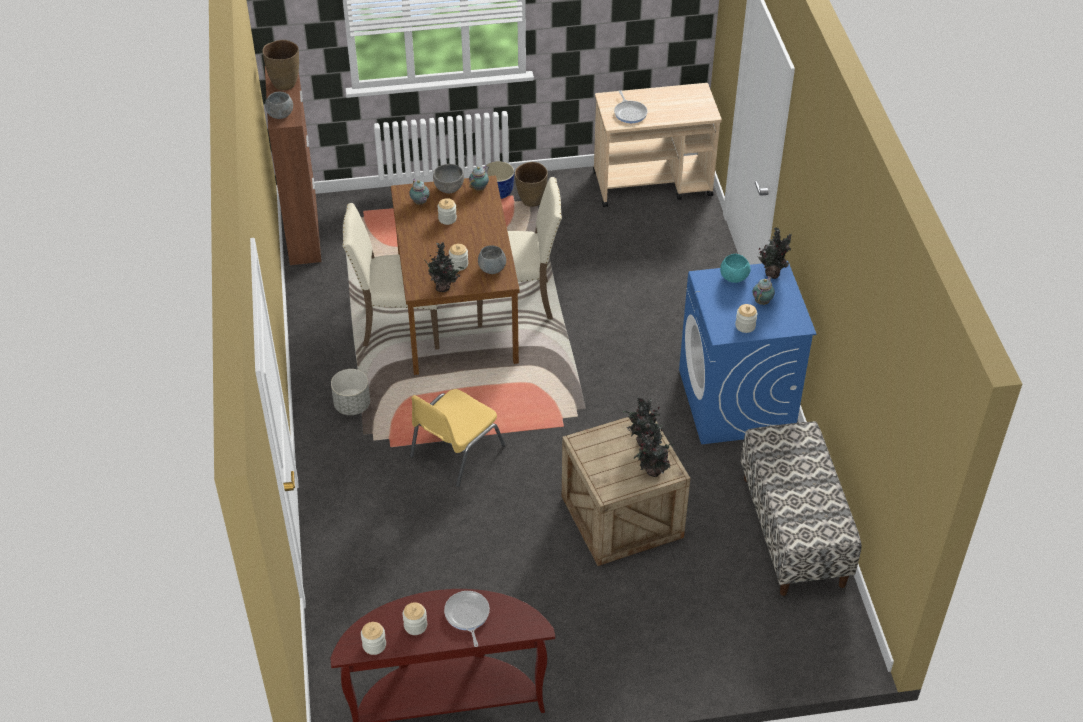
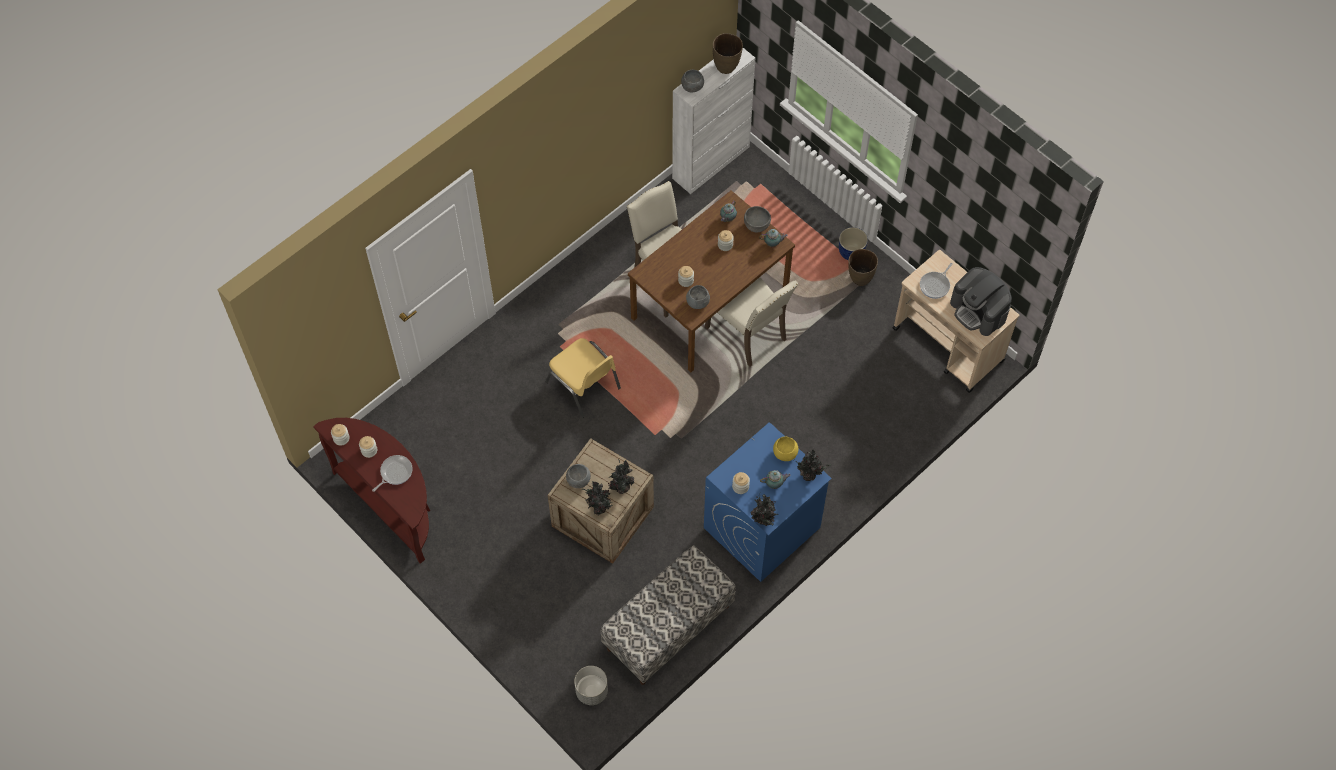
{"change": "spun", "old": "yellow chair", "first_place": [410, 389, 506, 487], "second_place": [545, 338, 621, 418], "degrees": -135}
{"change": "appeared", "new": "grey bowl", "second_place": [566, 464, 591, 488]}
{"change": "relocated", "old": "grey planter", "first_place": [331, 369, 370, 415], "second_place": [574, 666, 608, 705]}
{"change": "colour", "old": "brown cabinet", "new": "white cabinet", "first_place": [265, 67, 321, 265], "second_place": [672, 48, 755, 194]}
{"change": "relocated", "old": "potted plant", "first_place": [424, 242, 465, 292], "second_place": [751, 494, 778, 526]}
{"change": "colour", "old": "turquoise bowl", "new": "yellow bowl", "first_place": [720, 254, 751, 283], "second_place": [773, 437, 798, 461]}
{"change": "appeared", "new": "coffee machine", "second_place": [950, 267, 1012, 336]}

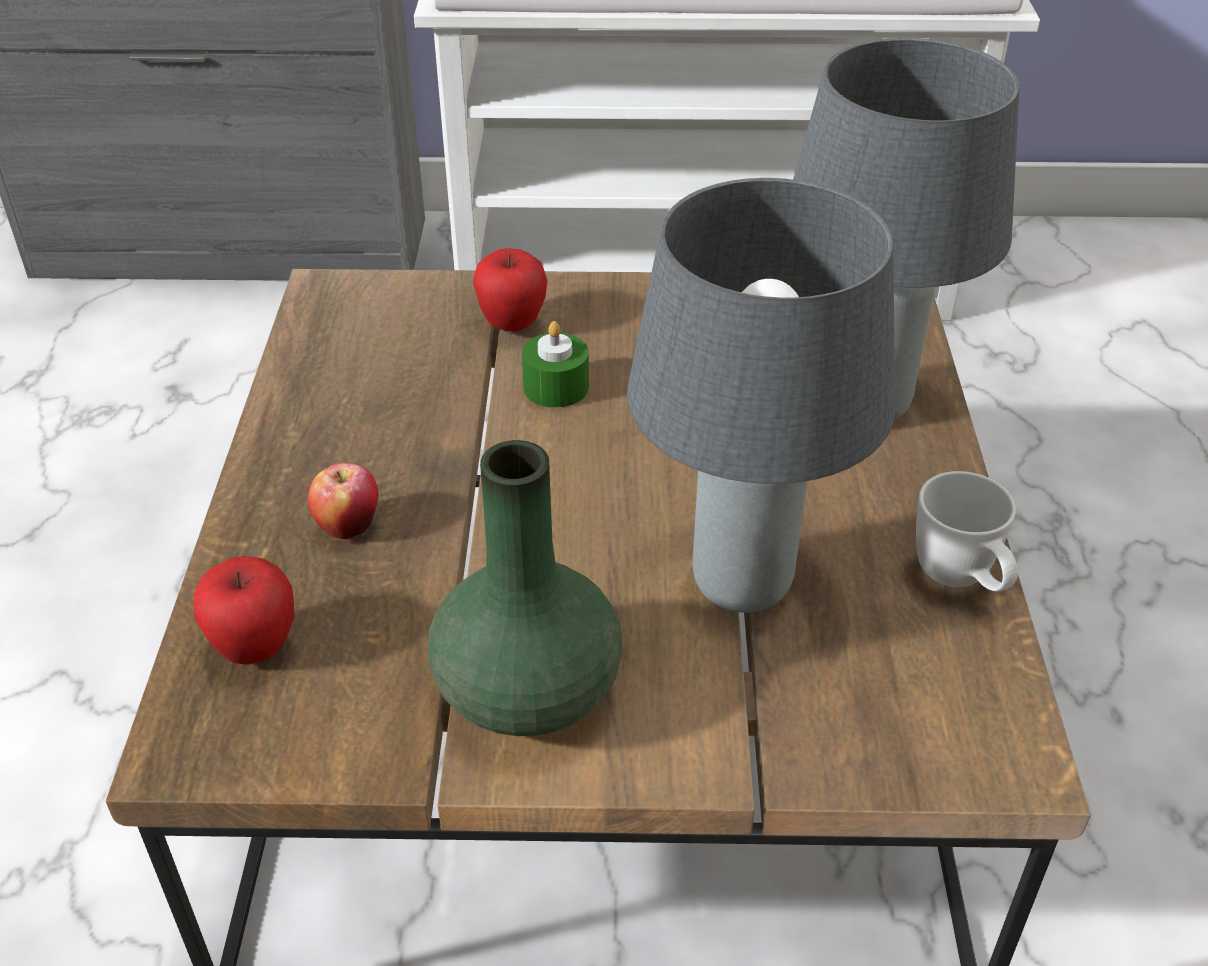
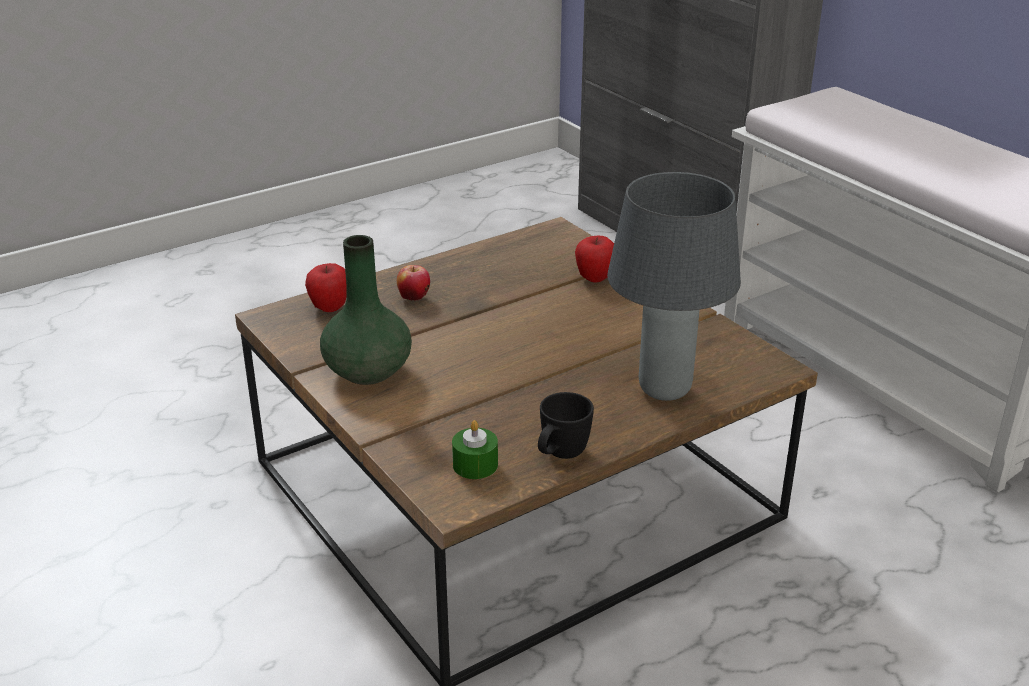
{"change": "relocated", "old": "green candle", "first_place": [522, 321, 589, 408], "second_place": [452, 420, 498, 479]}
{"change": "colour", "old": "white mug", "new": "black mug", "first_place": [916, 471, 1018, 592], "second_place": [538, 392, 594, 459]}
{"change": "missing", "old": "grey table lamp", "first_place": [627, 178, 895, 613]}

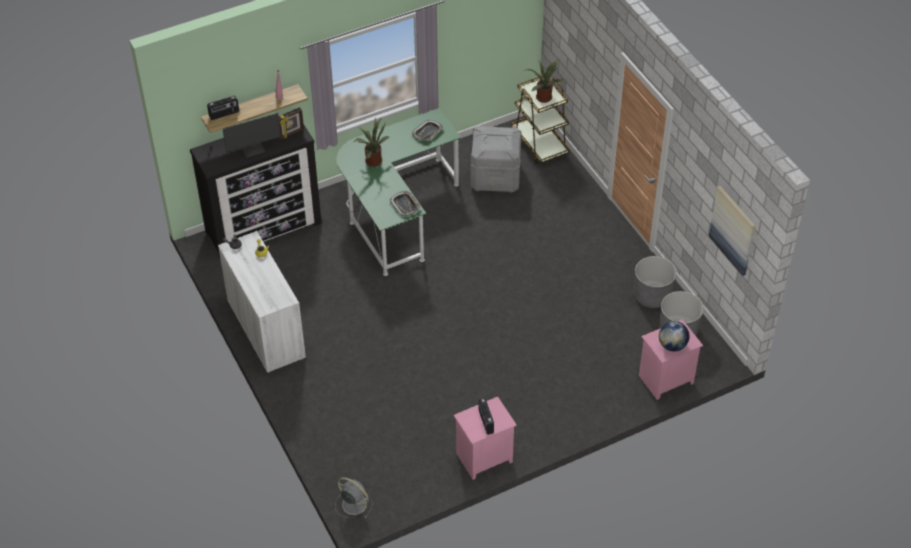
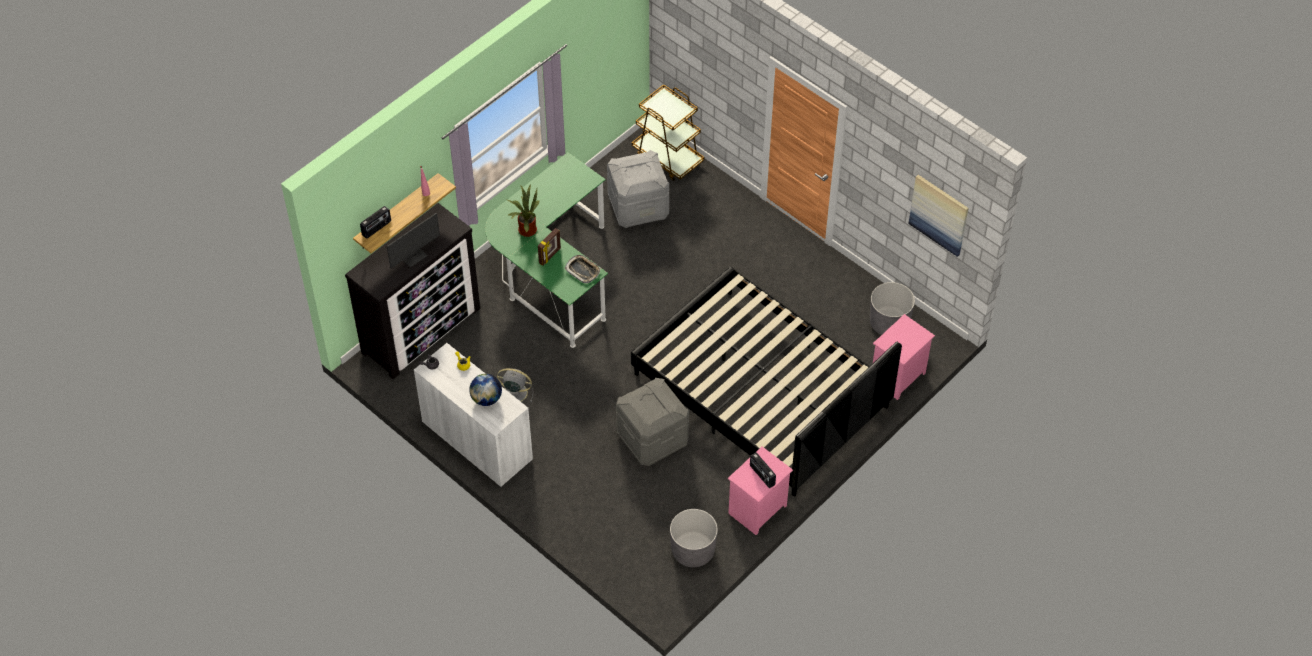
{"change": "relocated", "old": "globe", "first_place": [659, 321, 689, 351], "second_place": [469, 374, 502, 406]}
{"change": "relocated", "old": "grey fan", "first_place": [335, 477, 373, 518], "second_place": [497, 368, 533, 403]}
{"change": "relocated", "old": "picture frame", "first_place": [278, 107, 304, 139], "second_place": [538, 228, 561, 266]}
{"change": "appeared", "new": "grey storage box", "second_place": [616, 378, 689, 466]}
{"change": "appeared", "new": "black bed", "second_place": [631, 267, 902, 496]}
{"change": "relocated", "old": "grey planter", "first_place": [634, 256, 677, 308], "second_place": [670, 509, 718, 567]}
{"change": "missing", "old": "tray", "first_place": [412, 120, 443, 141]}
{"change": "missing", "old": "potted plant", "first_place": [523, 58, 565, 103]}

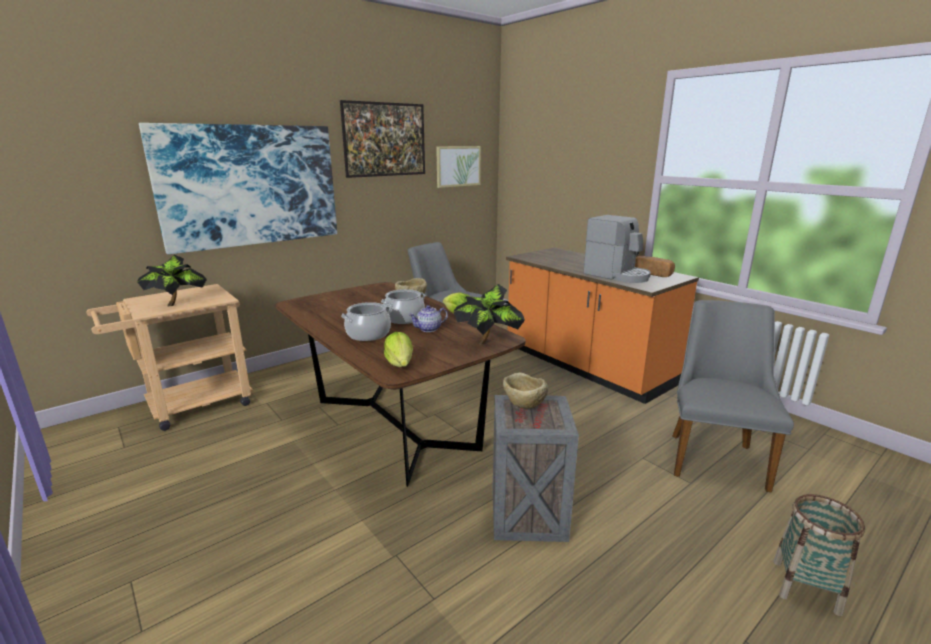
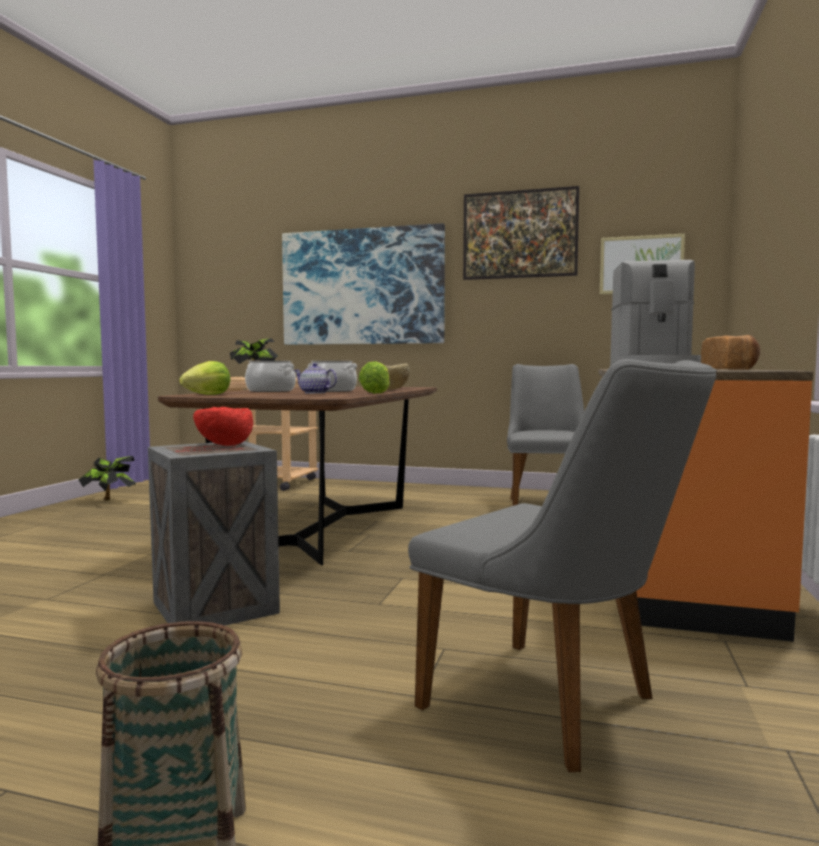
{"change": "relocated", "old": "potted plant", "first_place": [453, 284, 525, 344], "second_place": [79, 456, 136, 501]}
{"change": "colour", "old": "beige bowl", "new": "red bowl", "first_place": [503, 372, 548, 409], "second_place": [193, 407, 253, 446]}
{"change": "spun", "old": "grey chair", "first_place": [672, 300, 794, 493], "second_place": [408, 359, 717, 772], "degrees": 60}

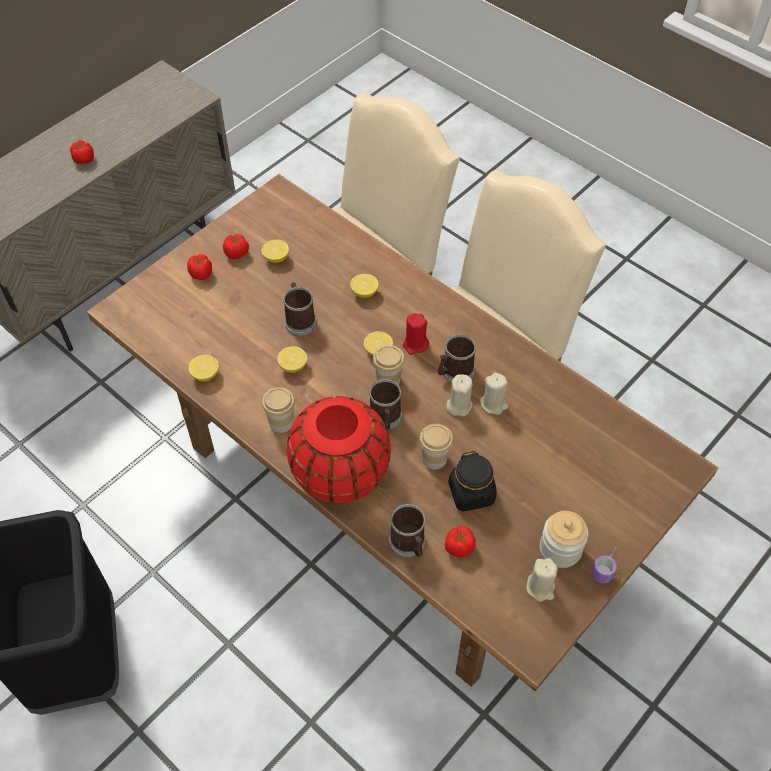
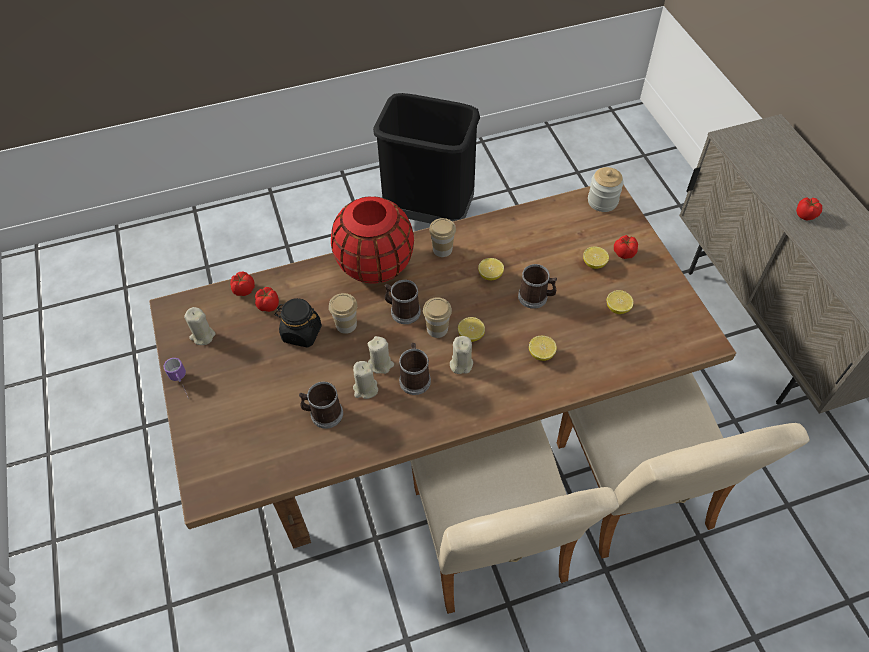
{"change": "relocated", "old": "tomato", "first_place": [223, 234, 249, 259], "second_place": [230, 272, 255, 296]}
{"change": "relocated", "old": "mug", "first_place": [389, 504, 426, 557], "second_place": [299, 382, 343, 429]}
{"change": "colour", "old": "red candle", "new": "beige candle", "first_place": [403, 313, 429, 355], "second_place": [450, 336, 473, 374]}
{"change": "relocated", "old": "lemon", "first_place": [189, 355, 219, 382], "second_place": [583, 246, 609, 269]}
{"change": "relocated", "old": "jar", "first_place": [540, 511, 588, 568], "second_place": [588, 167, 624, 212]}

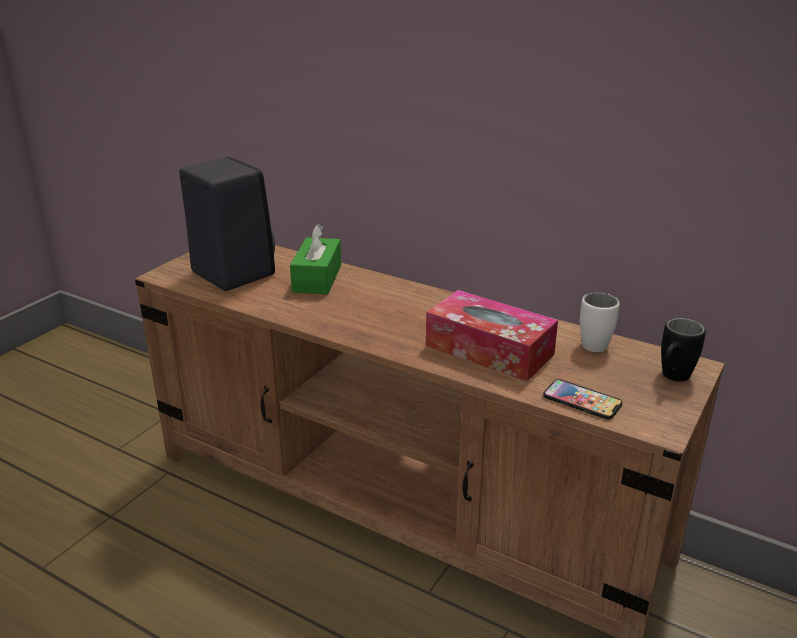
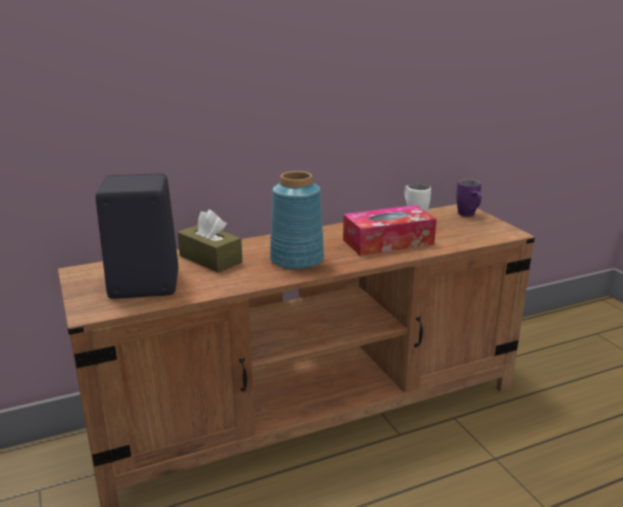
{"change": "colour", "old": "green tissue box", "new": "brown tissue box", "first_place": [290, 224, 341, 294], "second_place": [177, 210, 242, 273]}
{"change": "appeared", "new": "blue vase", "second_place": [270, 171, 324, 270]}
{"change": "colour", "old": "black mug", "new": "purple mug", "first_place": [661, 318, 706, 382], "second_place": [456, 179, 482, 217]}
{"change": "missing", "old": "phone", "first_place": [543, 379, 622, 420]}

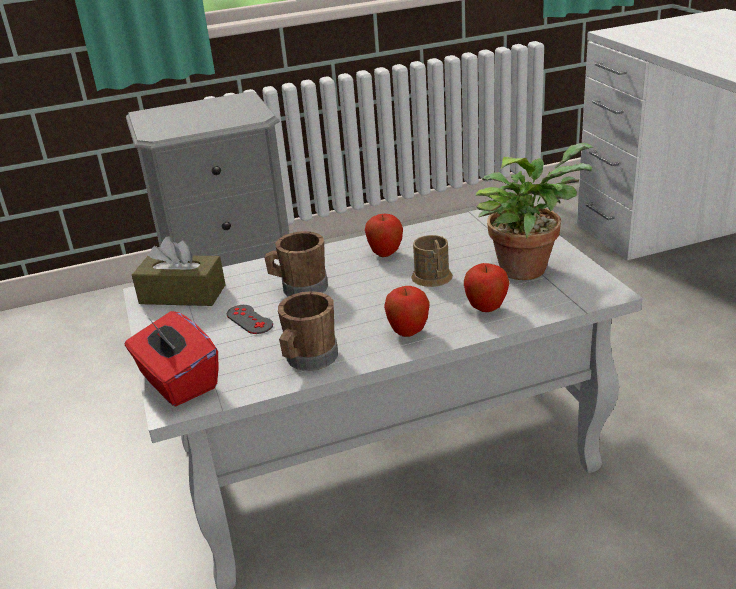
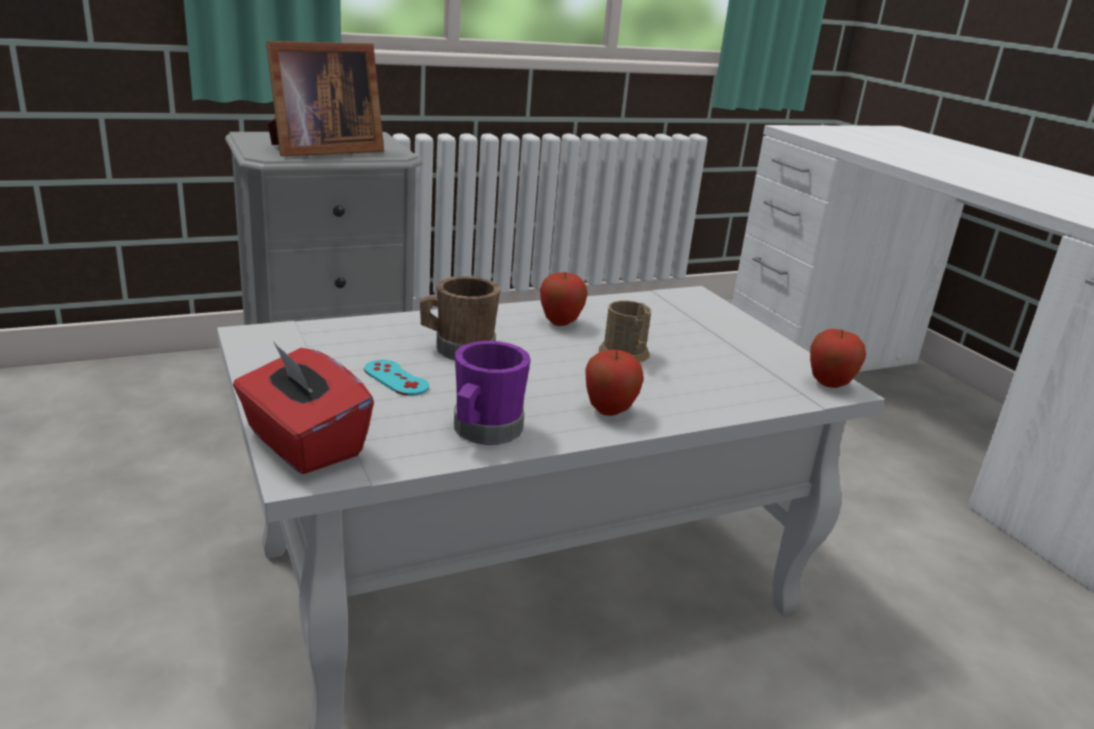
{"change": "appeared", "new": "picture frame", "second_place": [266, 41, 384, 156]}
{"change": "colour", "old": "grey game controller", "new": "turquoise game controller", "first_place": [227, 305, 273, 334], "second_place": [364, 360, 429, 396]}
{"change": "colour", "old": "brown mug", "new": "purple mug", "first_place": [278, 291, 338, 371], "second_place": [454, 341, 531, 445]}
{"change": "relocated", "old": "apple", "first_place": [464, 263, 509, 312], "second_place": [810, 329, 866, 388]}
{"change": "missing", "old": "brown tissue box", "first_place": [132, 236, 226, 306]}
{"change": "missing", "old": "potted plant", "first_place": [476, 143, 593, 280]}

